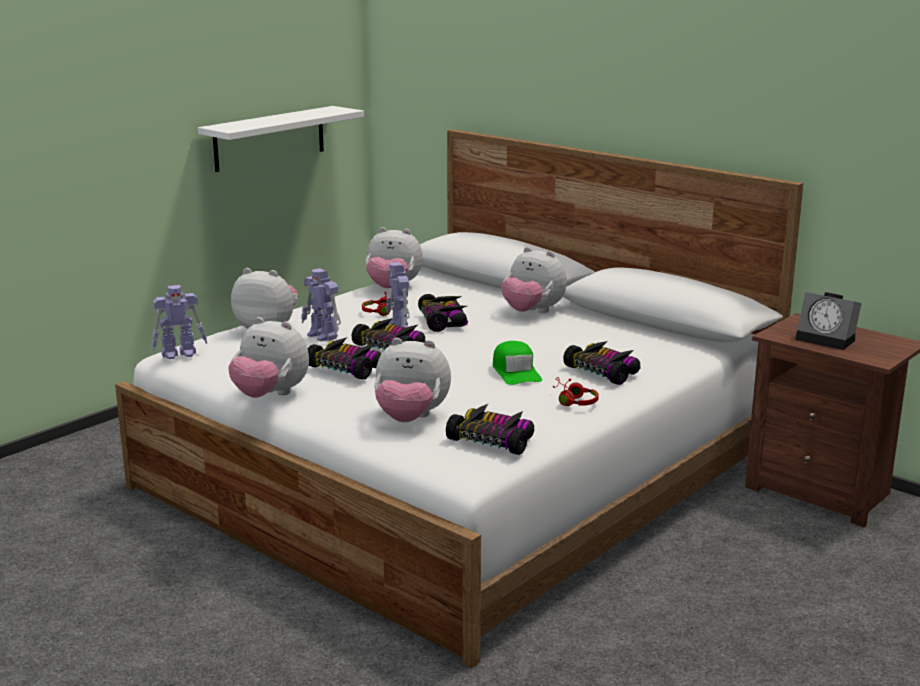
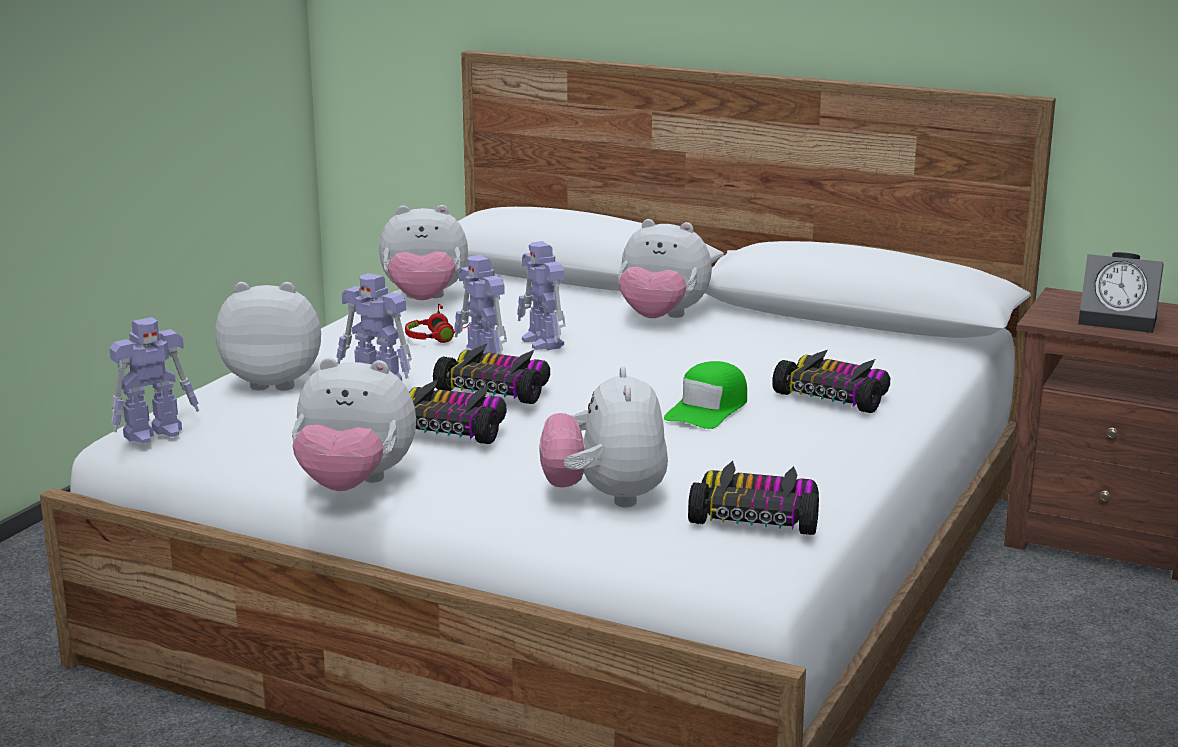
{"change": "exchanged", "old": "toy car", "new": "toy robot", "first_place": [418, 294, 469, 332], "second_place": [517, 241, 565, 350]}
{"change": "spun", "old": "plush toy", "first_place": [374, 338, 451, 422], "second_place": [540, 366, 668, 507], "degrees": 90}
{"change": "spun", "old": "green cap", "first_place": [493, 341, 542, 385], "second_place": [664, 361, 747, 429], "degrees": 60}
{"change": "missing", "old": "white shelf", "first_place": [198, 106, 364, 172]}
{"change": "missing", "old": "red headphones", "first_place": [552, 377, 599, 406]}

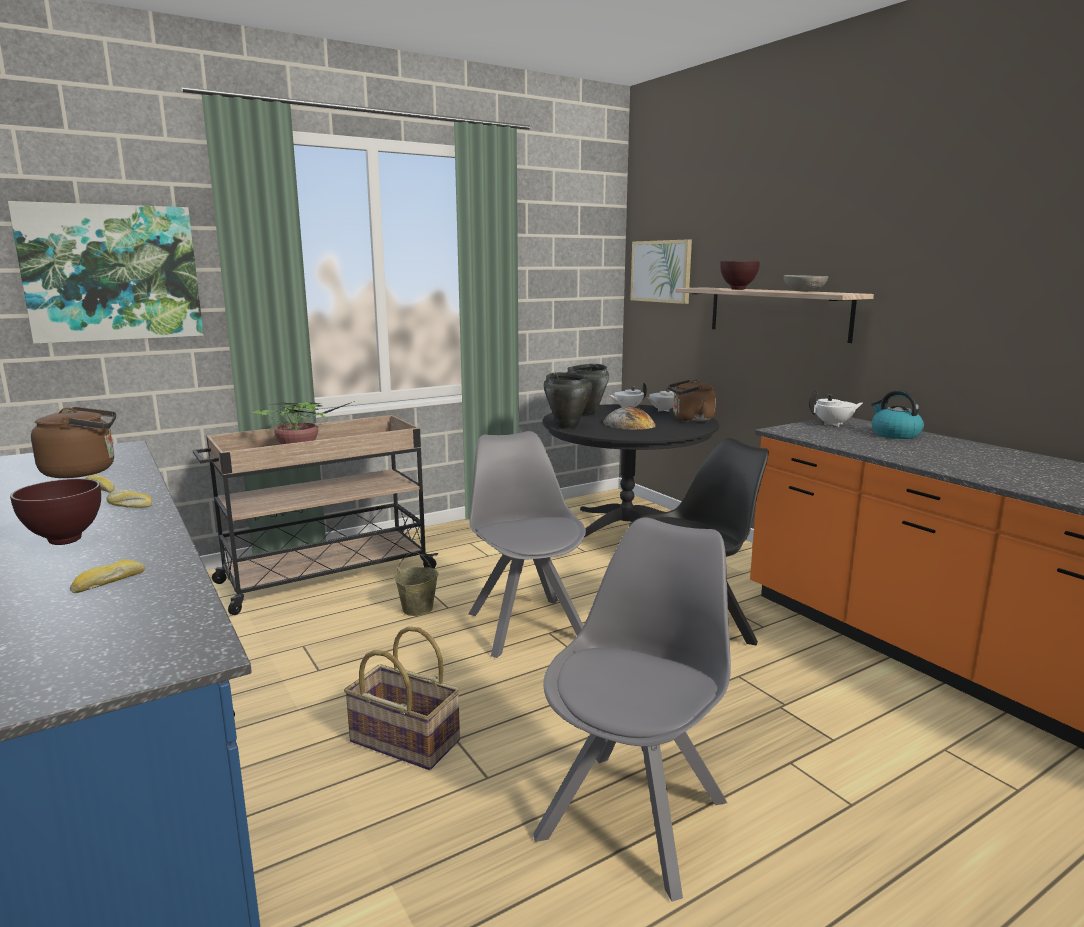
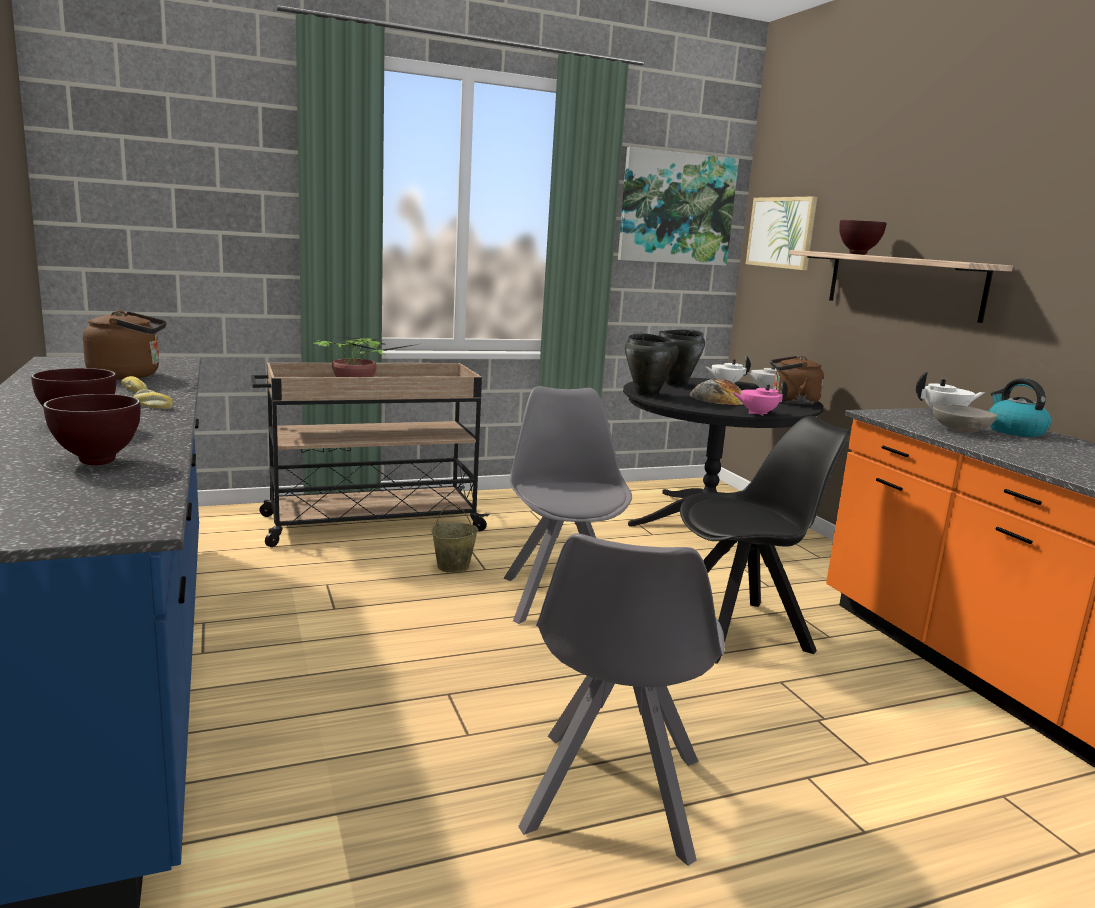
{"change": "exchanged", "old": "bread", "new": "brown bowl", "first_place": [70, 559, 145, 593], "second_place": [43, 394, 141, 465]}
{"change": "spun", "old": "grey chair", "first_place": [533, 517, 731, 902], "second_place": [518, 533, 725, 866], "degrees": 150}
{"change": "relocated", "old": "picture", "first_place": [8, 201, 204, 344], "second_place": [618, 147, 739, 266]}
{"change": "appeared", "new": "pink teapot", "second_place": [732, 380, 788, 416]}
{"change": "relocated", "old": "grey bowl", "first_place": [783, 275, 829, 292], "second_place": [933, 404, 997, 433]}
{"change": "missing", "old": "basket", "first_place": [344, 626, 460, 770]}

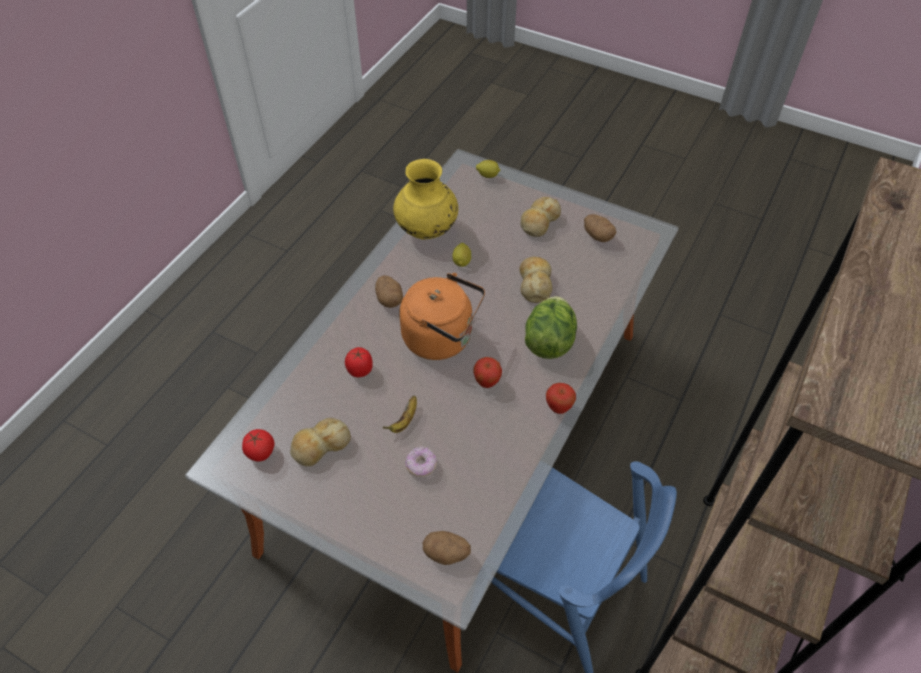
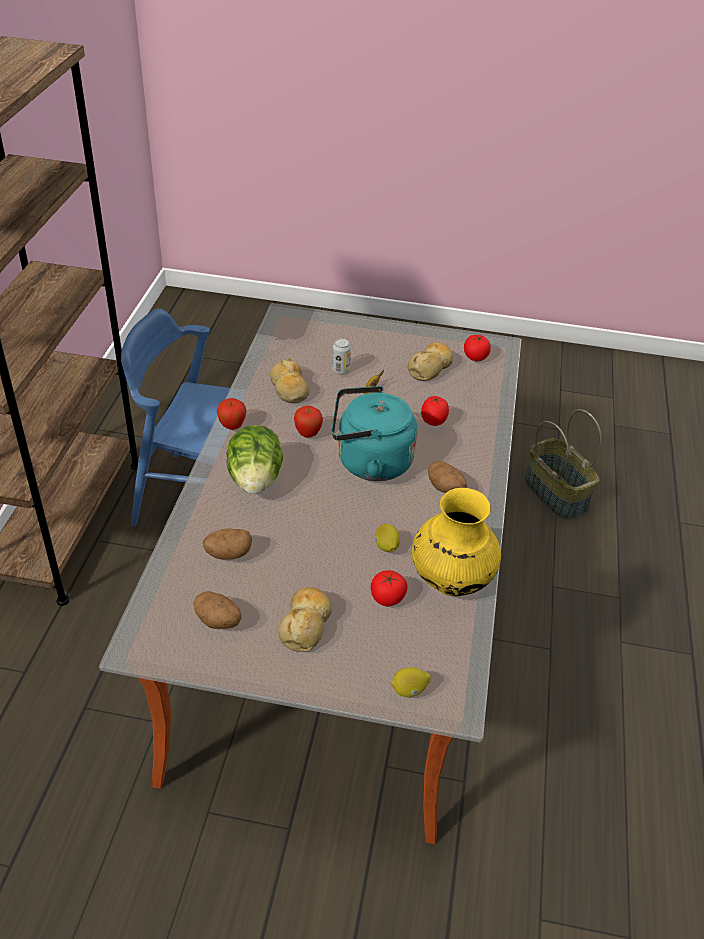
{"change": "relocated", "old": "potato", "first_place": [423, 531, 471, 565], "second_place": [203, 528, 252, 560]}
{"change": "relocated", "old": "bread", "first_place": [520, 256, 552, 303], "second_place": [270, 358, 309, 403]}
{"change": "exchanged", "old": "donut", "new": "can", "first_place": [406, 446, 437, 477], "second_place": [332, 338, 351, 374]}
{"change": "colour", "old": "orange kettle", "new": "turquoise kettle", "first_place": [399, 273, 485, 360], "second_place": [332, 386, 417, 481]}
{"change": "appeared", "new": "tomato", "second_place": [371, 570, 408, 606]}
{"change": "appeared", "new": "basket", "second_place": [524, 409, 602, 520]}

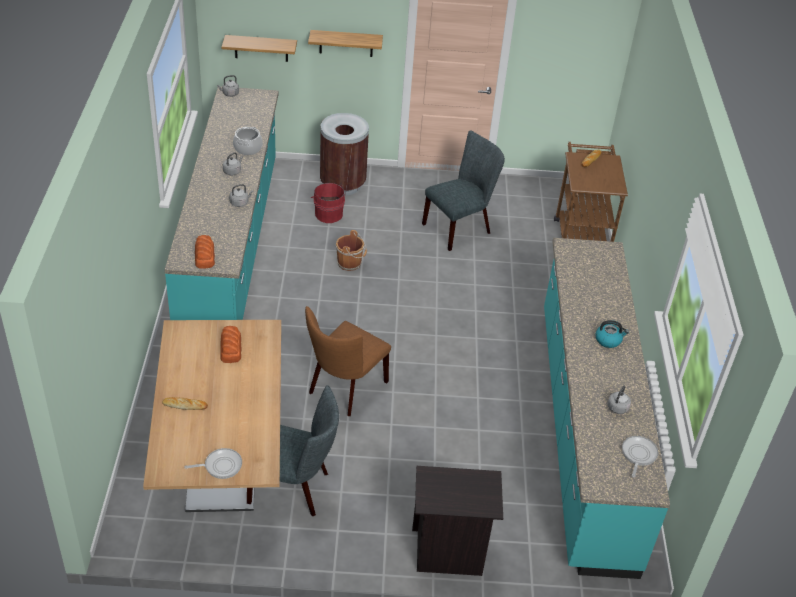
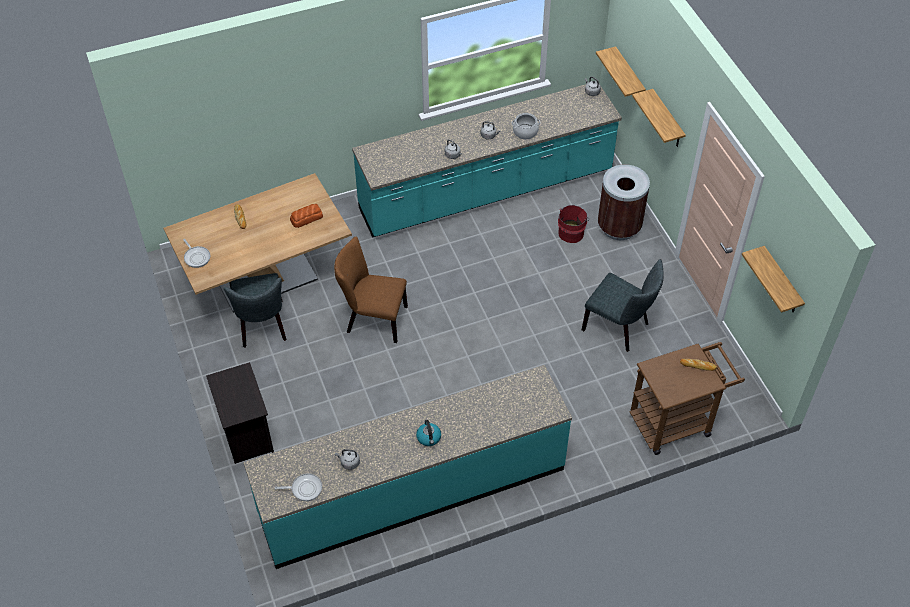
{"change": "appeared", "new": "shelf", "second_place": [742, 246, 805, 313]}
{"change": "missing", "old": "bread", "first_place": [195, 235, 215, 269]}
{"change": "missing", "old": "brown bucket", "first_place": [336, 230, 367, 271]}

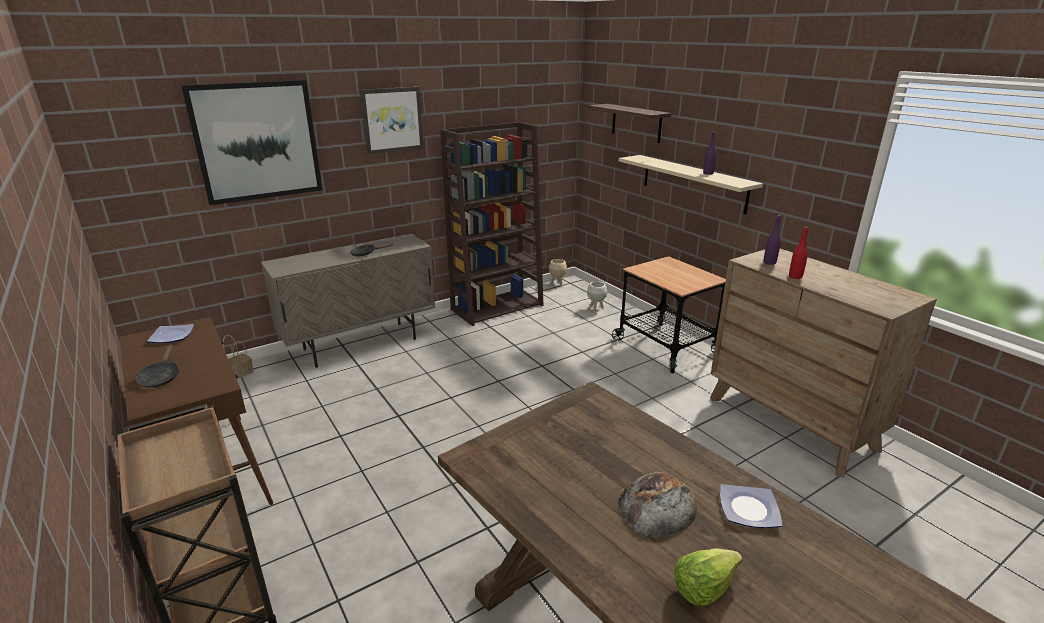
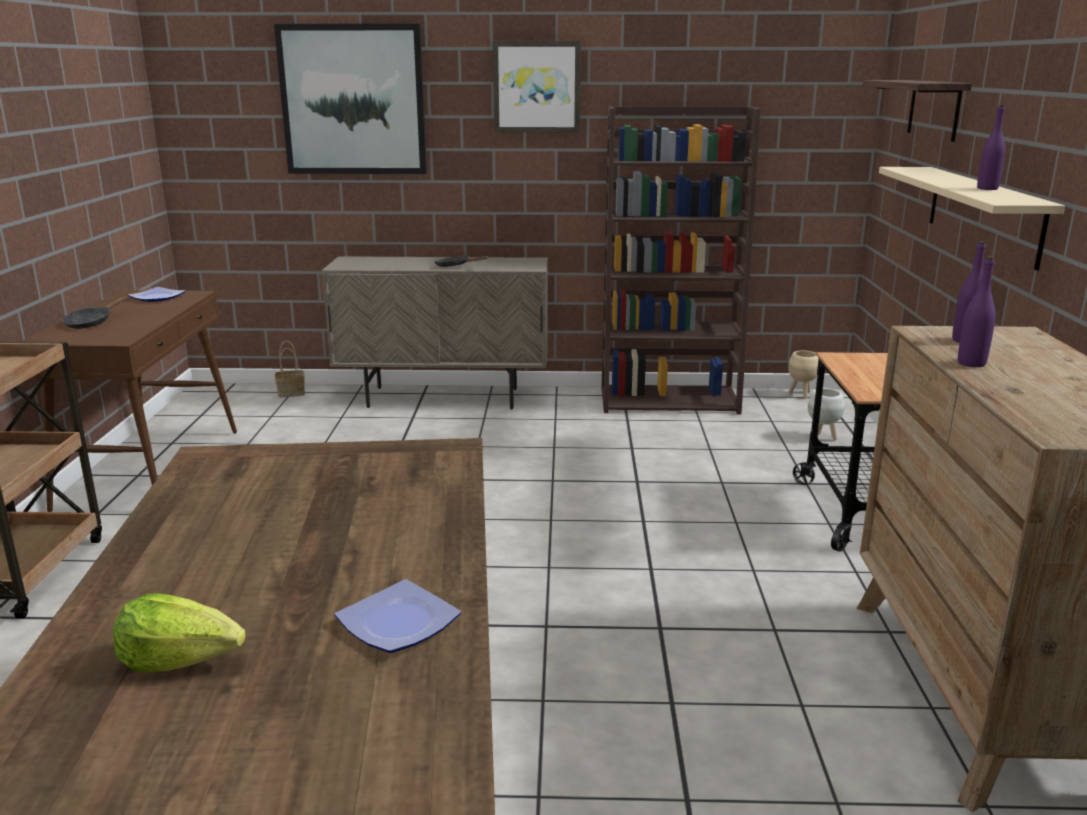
{"change": "colour", "old": "red bottle", "new": "purple bottle", "first_place": [789, 227, 808, 279], "second_place": [958, 256, 996, 367]}
{"change": "missing", "old": "bread", "first_place": [618, 472, 697, 538]}

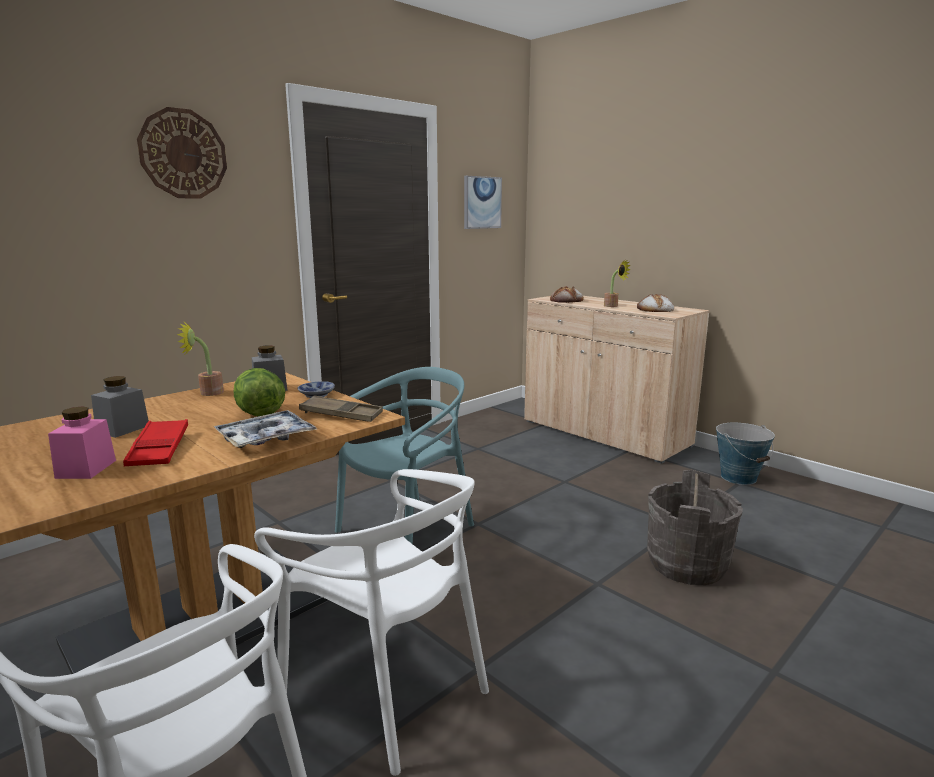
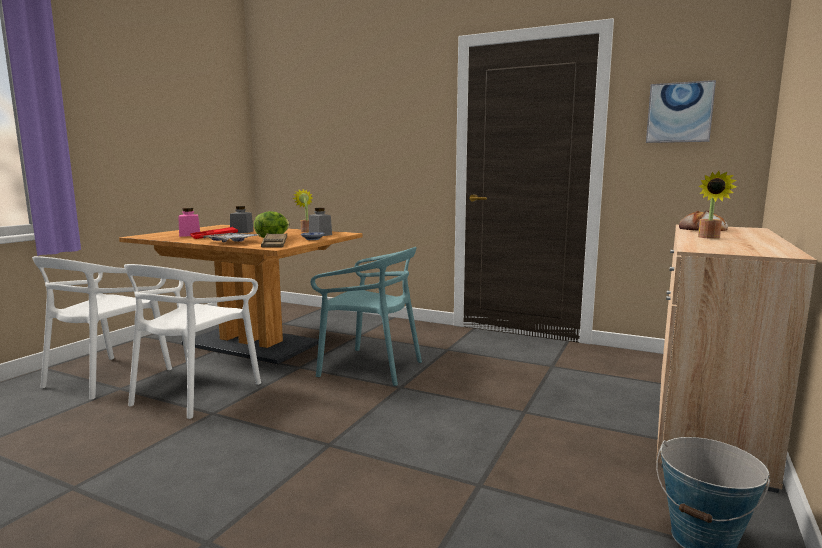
{"change": "missing", "old": "wall clock", "first_place": [137, 107, 227, 199]}
{"change": "missing", "old": "bread", "first_place": [637, 294, 674, 312]}
{"change": "missing", "old": "grey bucket", "first_place": [647, 470, 743, 585]}

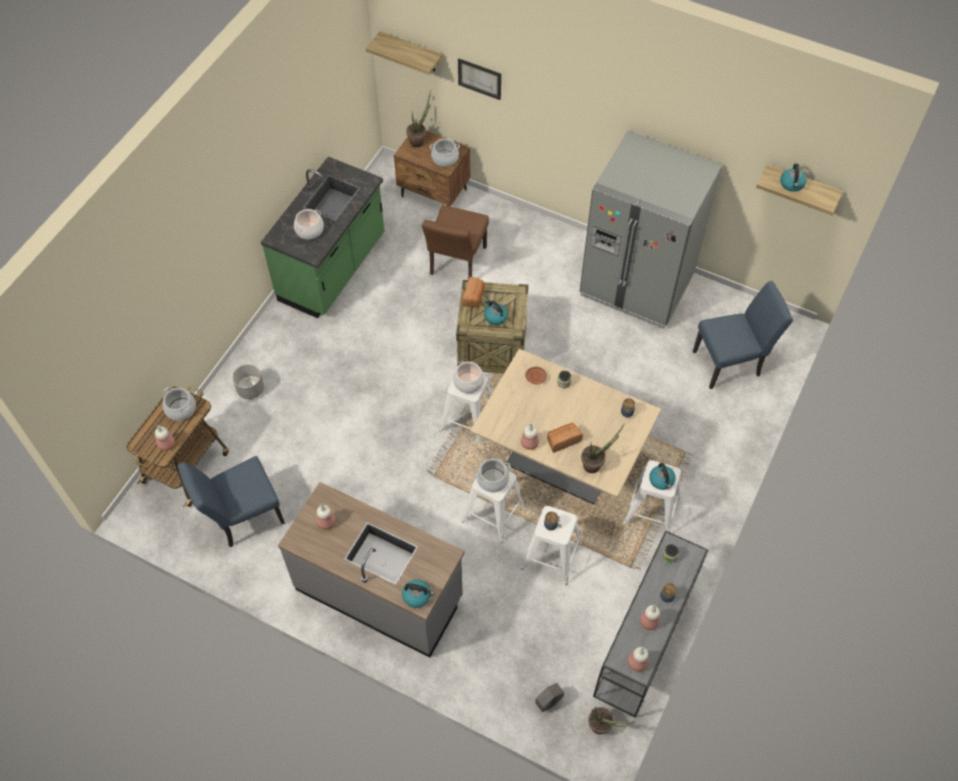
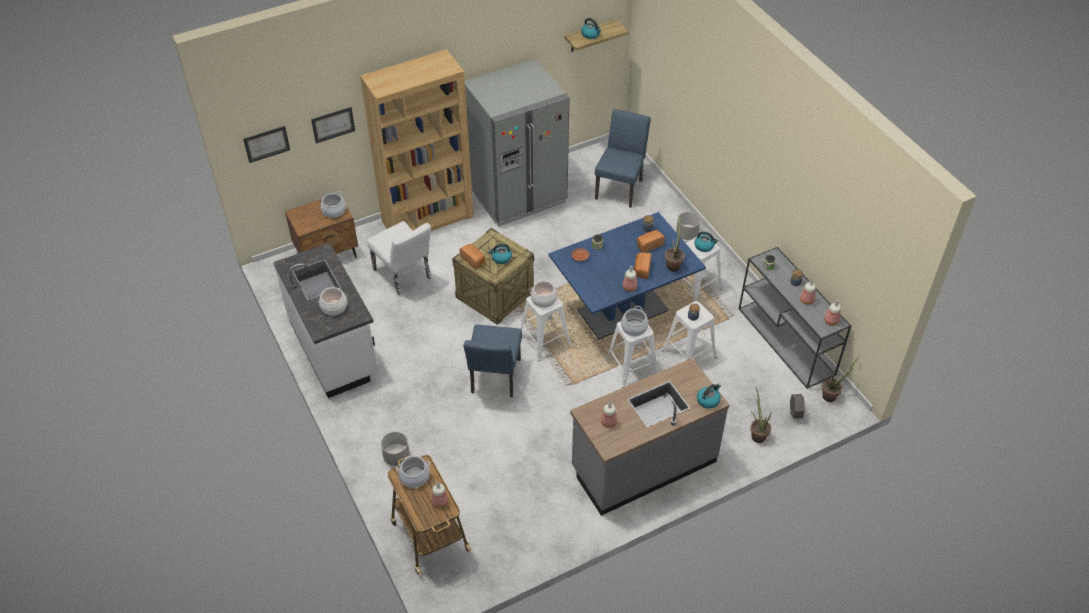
{"change": "exchanged", "old": "shelf", "new": "picture", "first_place": [366, 31, 443, 75], "second_place": [243, 126, 290, 163]}
{"change": "colour", "old": "green counter", "new": "white counter", "first_place": [261, 157, 384, 318], "second_place": [273, 243, 378, 398]}
{"change": "appeared", "new": "brown bookcase", "second_place": [360, 49, 474, 231]}
{"change": "colour", "old": "brown chair", "new": "white chair", "first_place": [422, 205, 489, 280], "second_place": [367, 221, 431, 295]}
{"change": "relocated", "old": "blue chair", "first_place": [178, 456, 285, 547], "second_place": [464, 324, 522, 397]}
{"change": "colour", "old": "beige dining table", "new": "blue dining table", "first_place": [470, 349, 661, 504], "second_place": [549, 212, 706, 339]}
{"change": "appeared", "new": "bread", "second_place": [637, 230, 665, 253]}
{"change": "appeared", "new": "grey planter", "second_place": [676, 212, 700, 240]}
{"change": "relocated", "old": "potted plant", "first_place": [406, 91, 431, 147], "second_place": [750, 387, 772, 443]}

